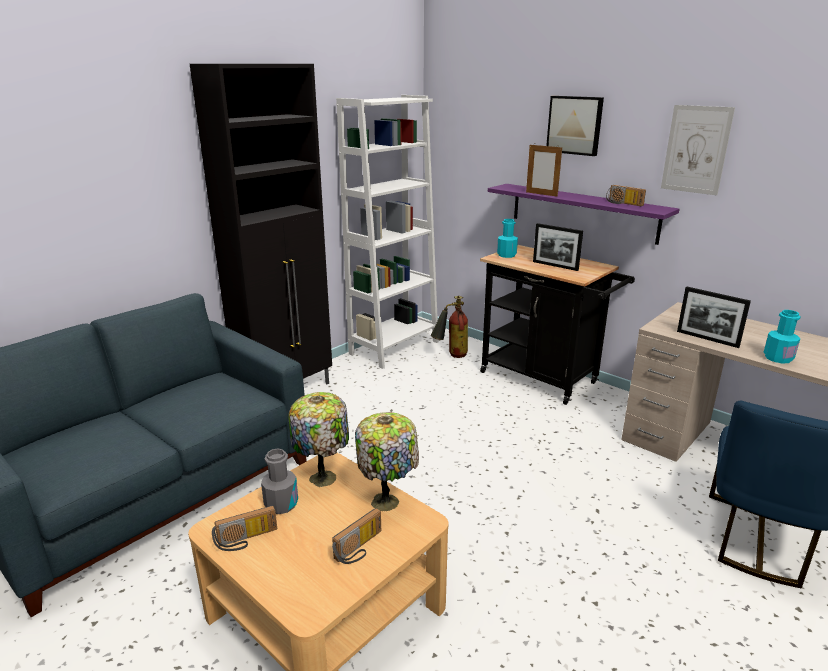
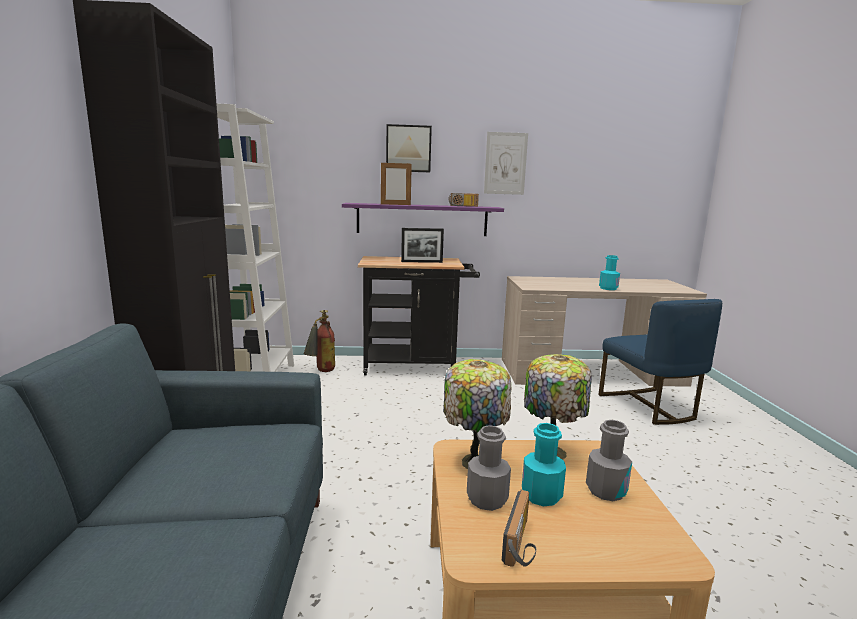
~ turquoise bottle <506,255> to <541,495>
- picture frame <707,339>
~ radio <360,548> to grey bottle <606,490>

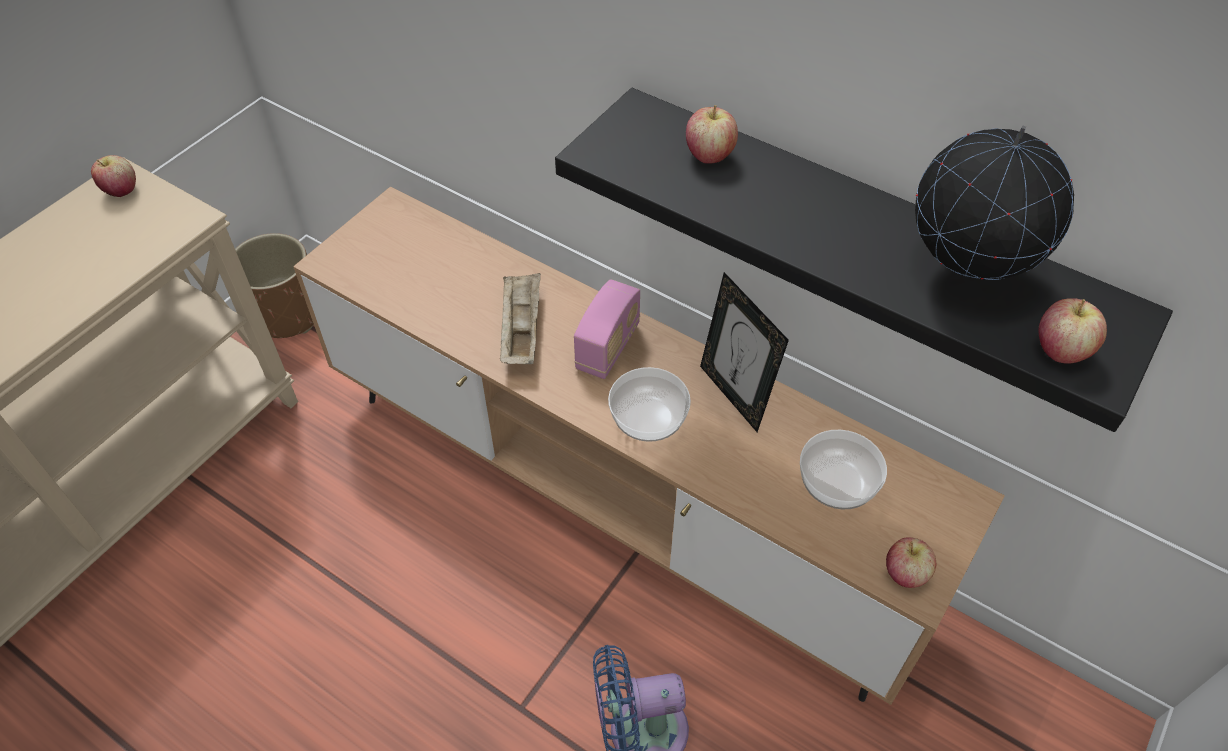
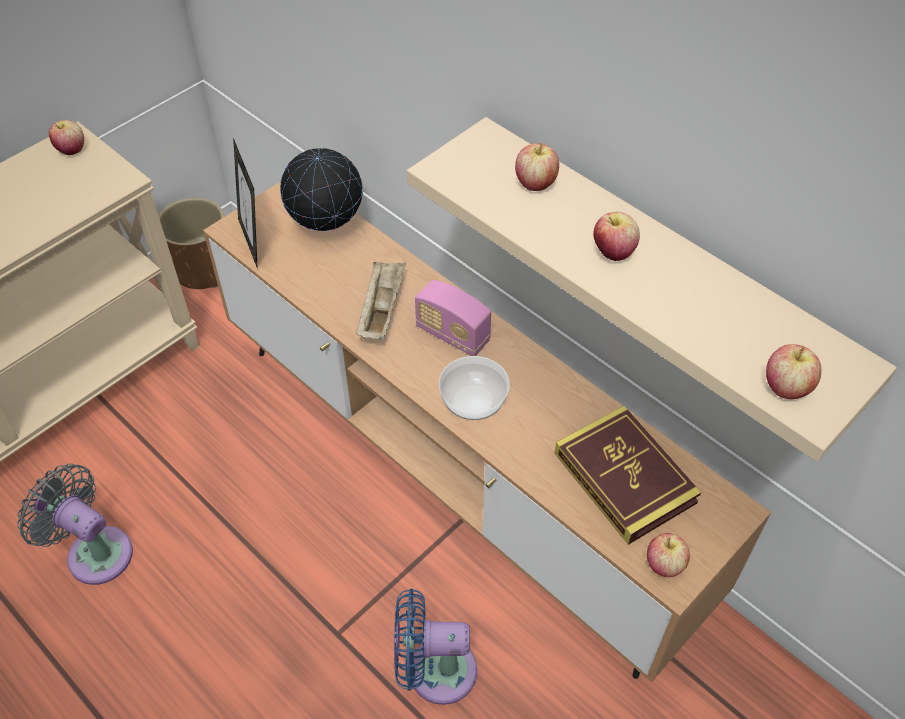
~ black shelf <862,234> to beige shelf <660,266>
~ globe <966,272> to <327,227>
~ picture frame <734,395> to <253,241>
~ radio <608,347> = <452,334> 90 degrees clockwise
~ bowl <837,481> to book <624,478>
+ apple <613,252>
+ grey fan <95,551>

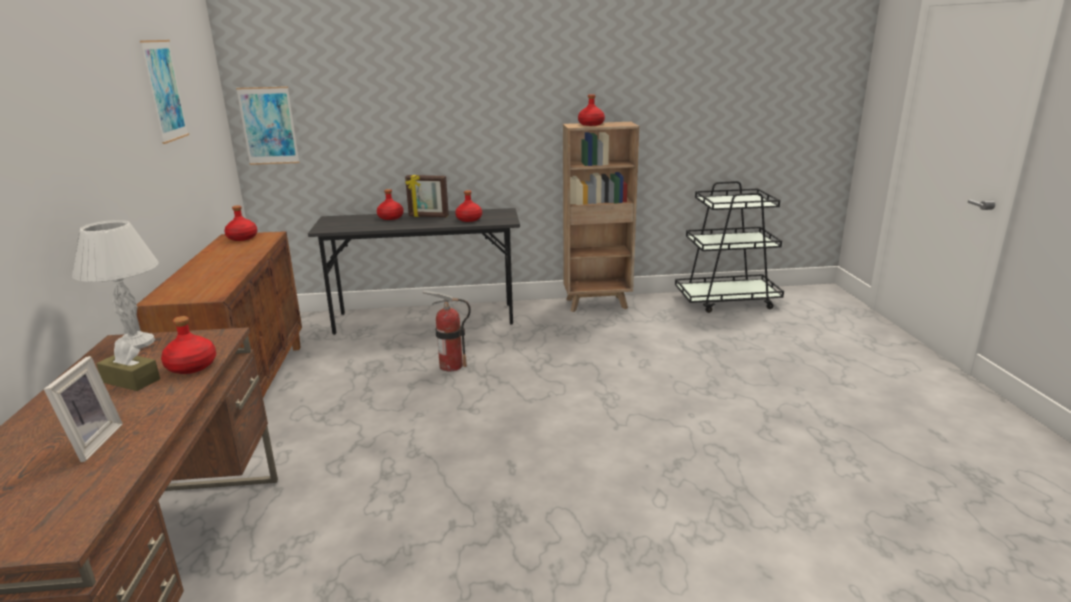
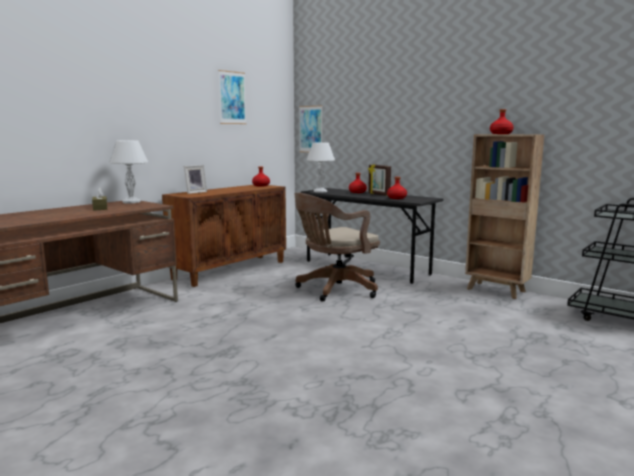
~ fire extinguisher <451,366> to brown office chair <335,289>
- red bottle <191,366>
~ picture frame <90,443> to <195,192>
+ white table lamp <320,191>

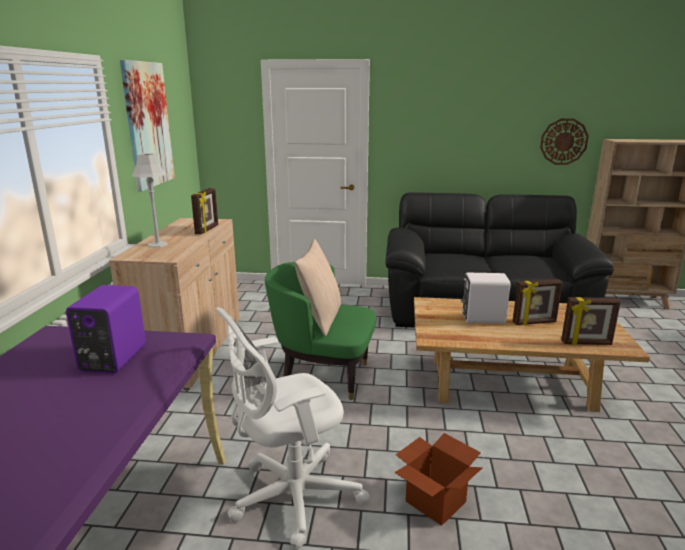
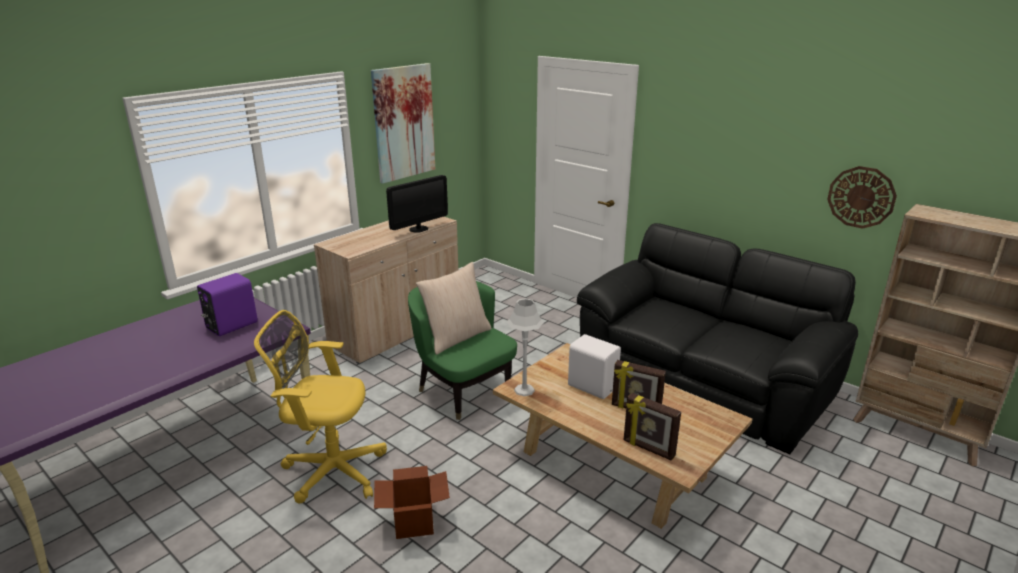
~ grey table lamp <157,245> to <524,390>
~ picture frame <207,230> to monitor <418,229>
~ white office chair <290,498> to yellow office chair <330,470>

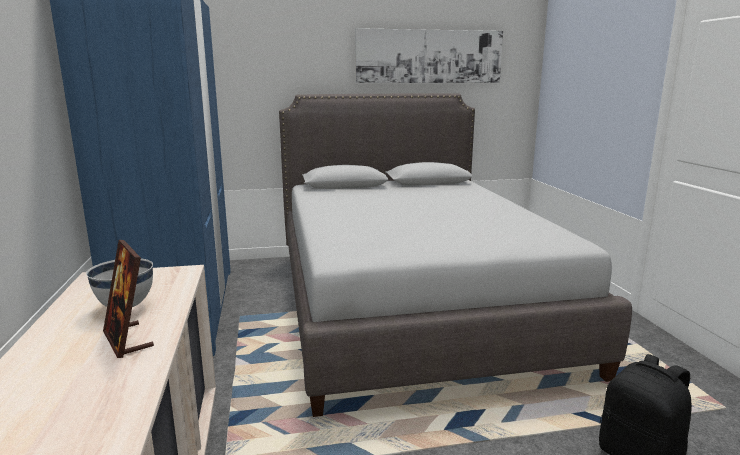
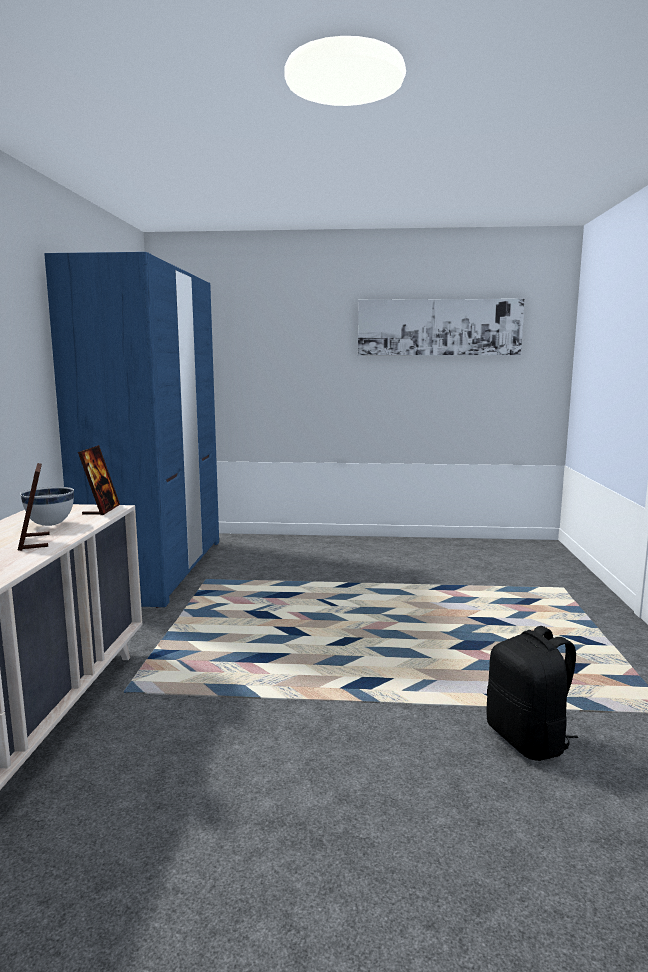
- grey bed <412,304>
+ picture frame <101,510>

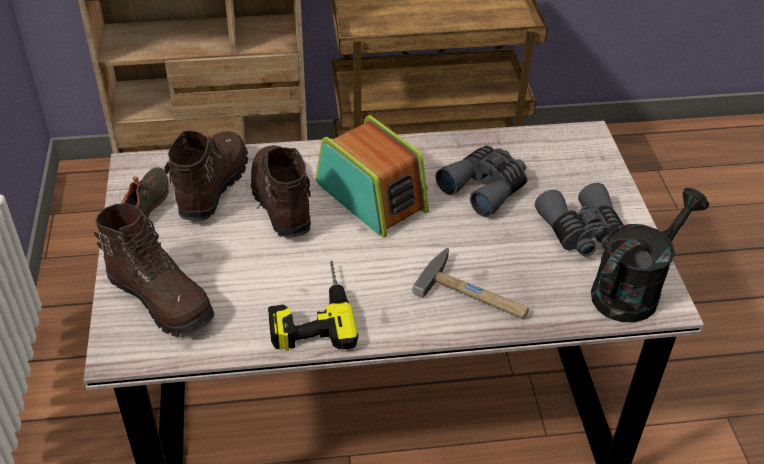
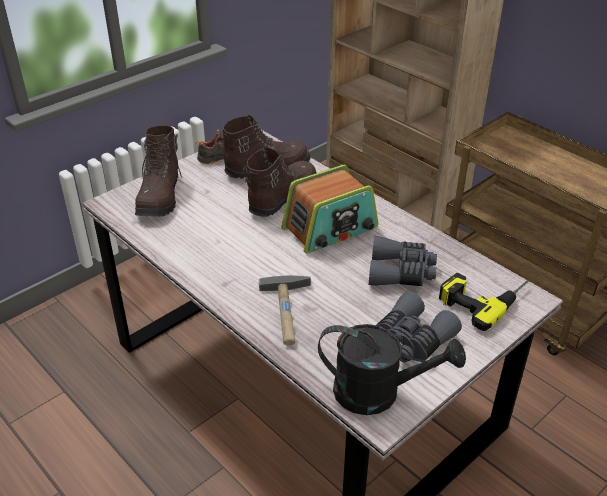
~ radio <372,196> = <330,229> 45 degrees clockwise
~ power drill <310,312> to <483,297>

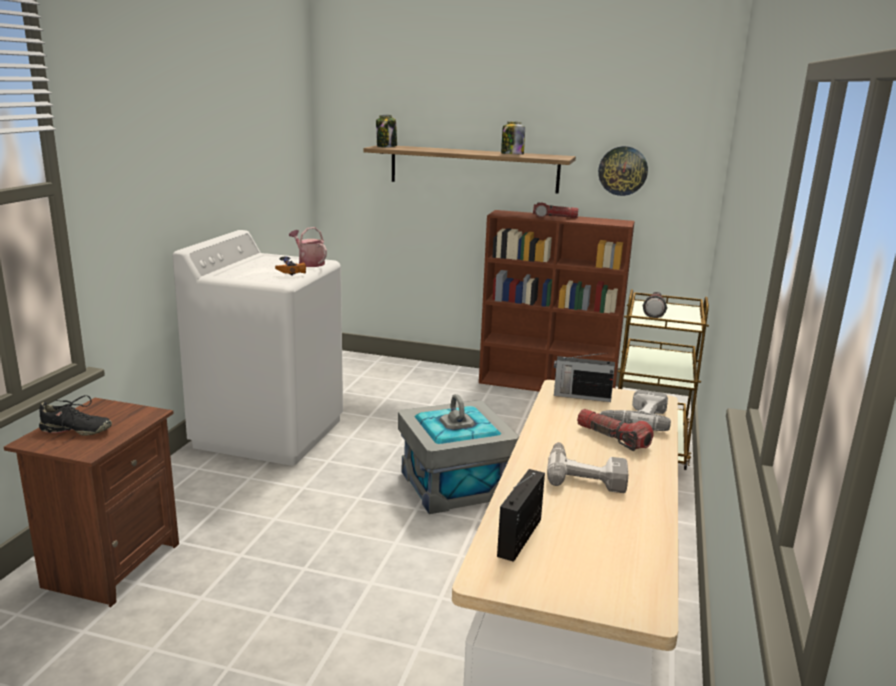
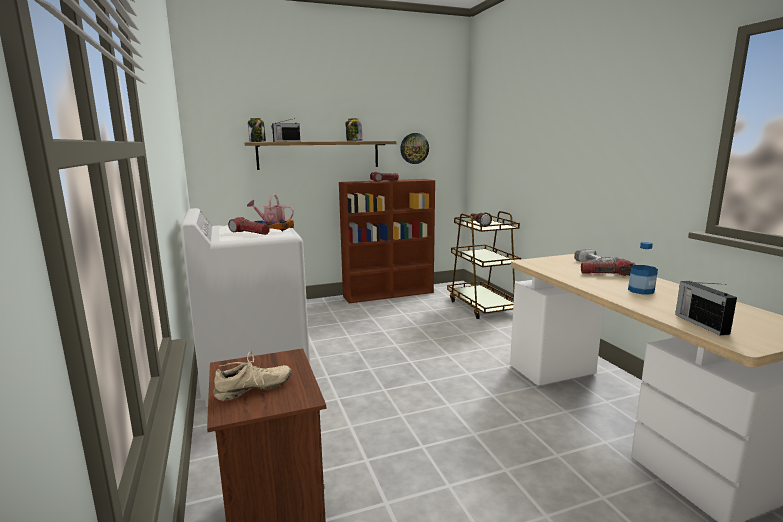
~ radio <581,396> to <286,141>
- grey storage box <455,485>
~ black shoe <76,431> to beige shoe <254,389>
~ power drill <585,474> to bottle <641,290>
+ flashlight <250,233>

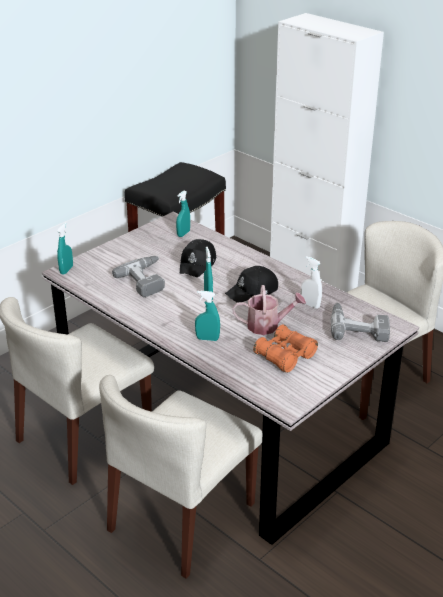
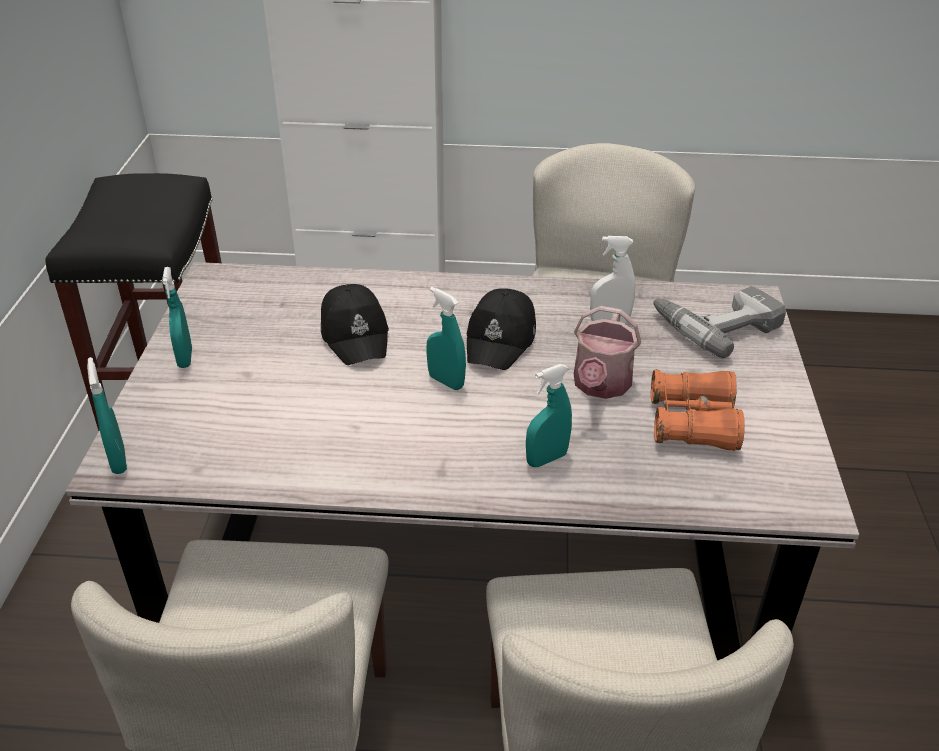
~ turquoise spray bottle <183,234> to <185,358>
- power drill <147,280>
~ watering can <267,325> = <600,386> 150 degrees clockwise

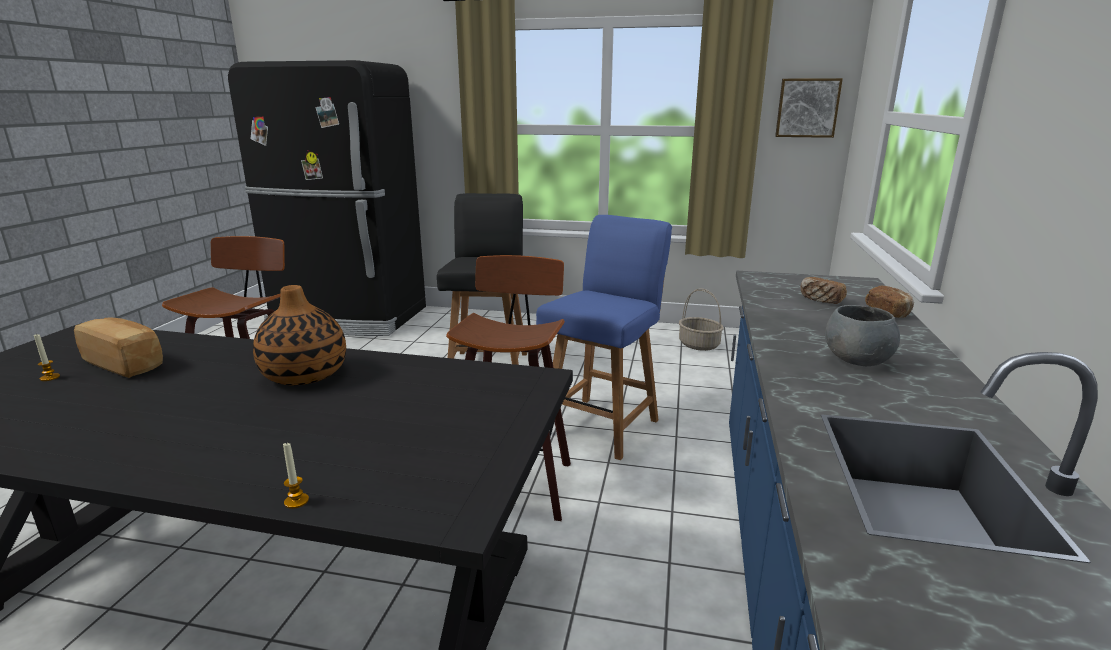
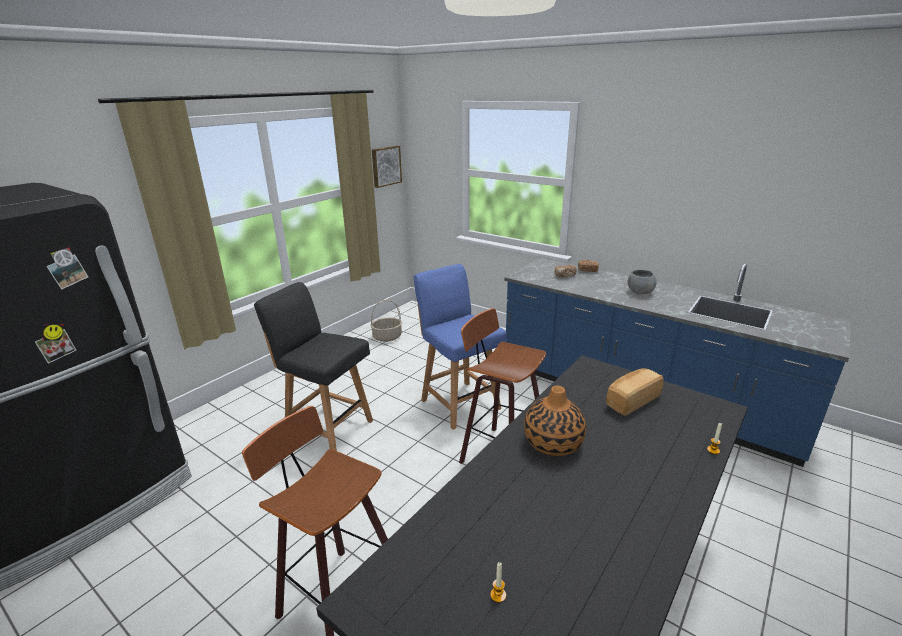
~ bread <125,363> to <631,401>

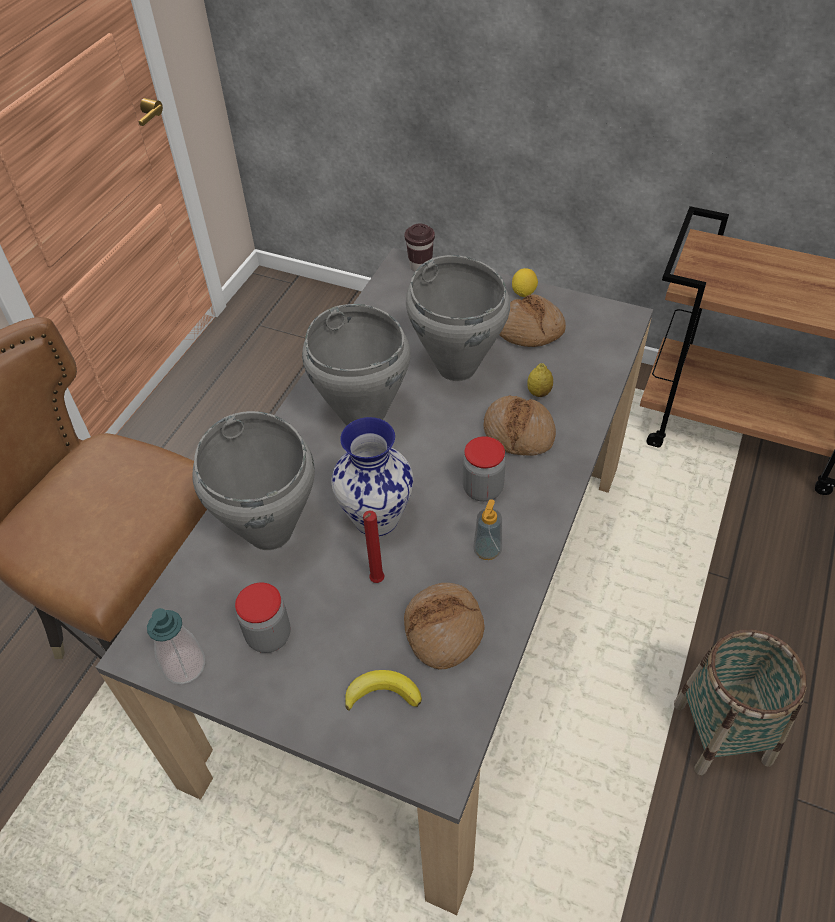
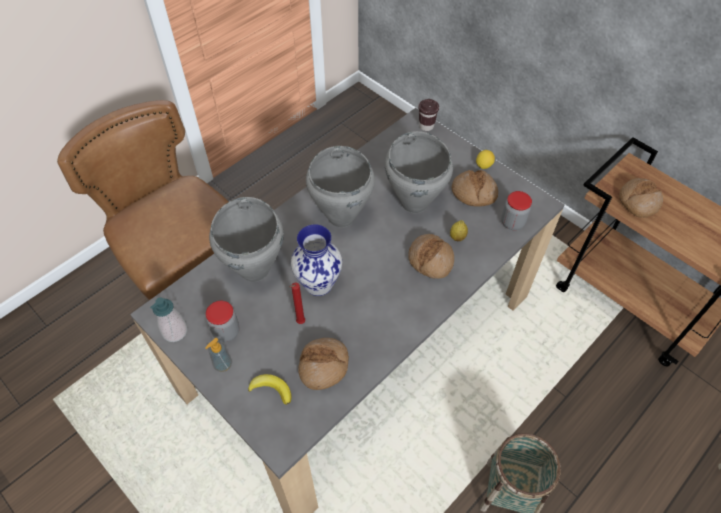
~ jar <482,489> to <512,222>
~ soap dispenser <487,550> to <223,364>
+ bread <638,201>

